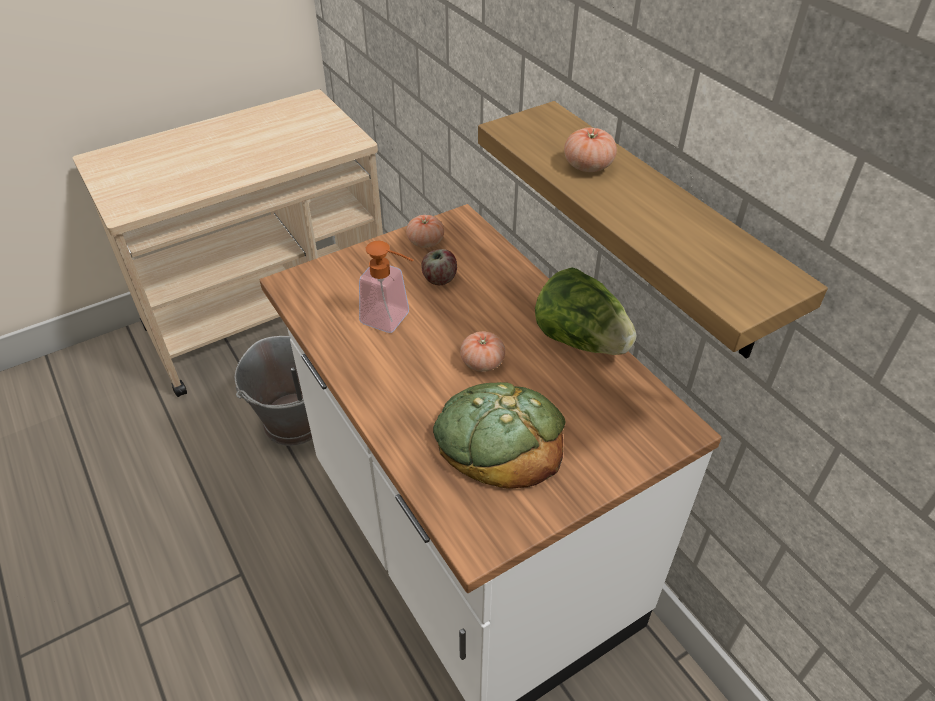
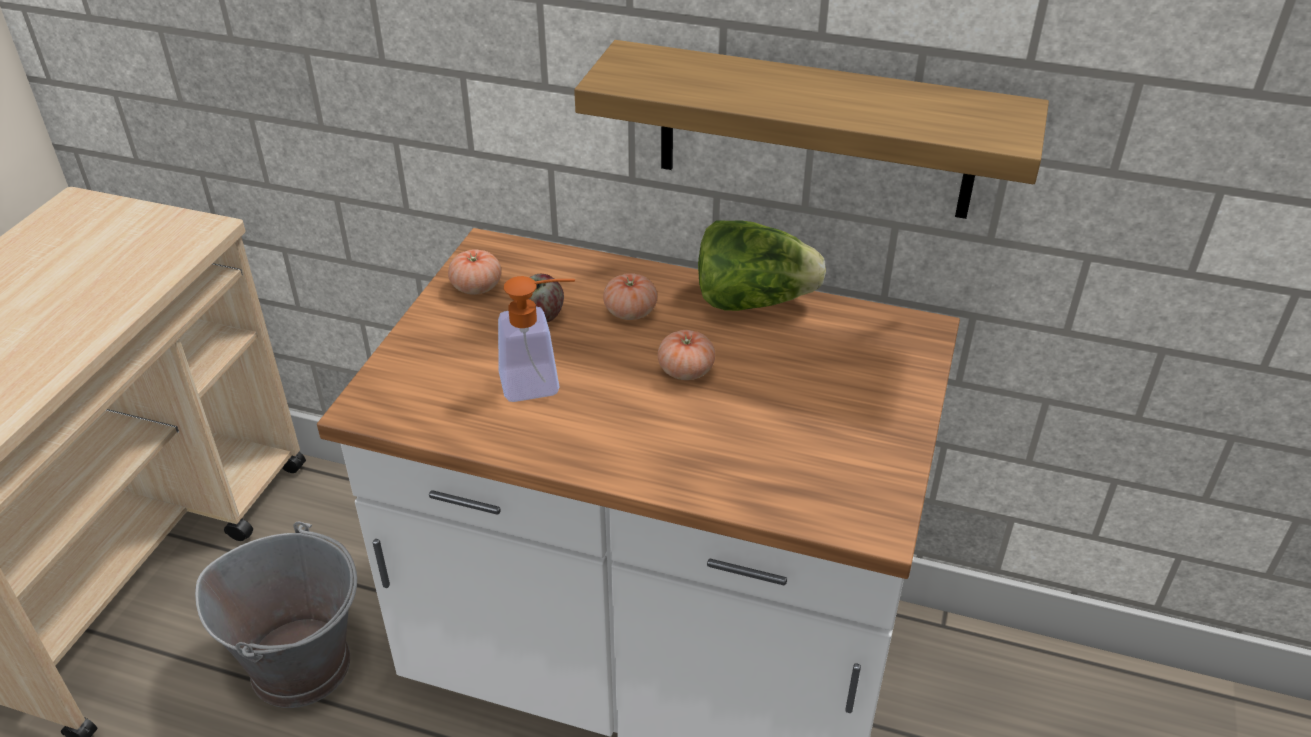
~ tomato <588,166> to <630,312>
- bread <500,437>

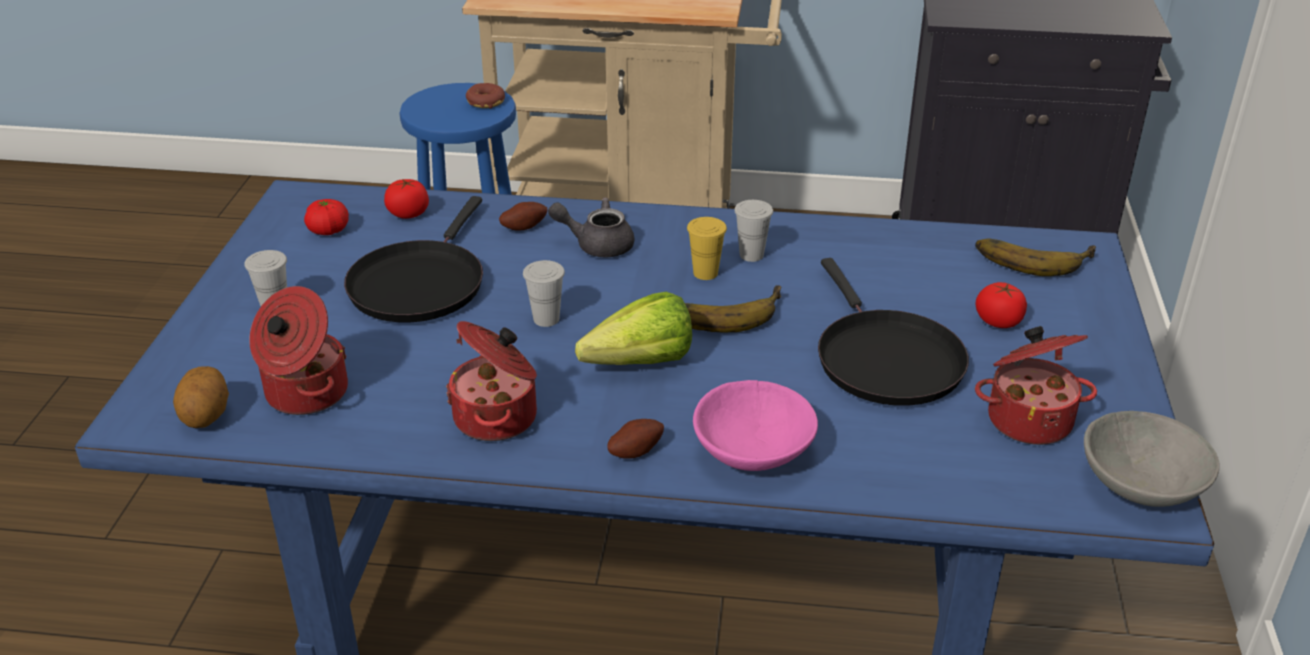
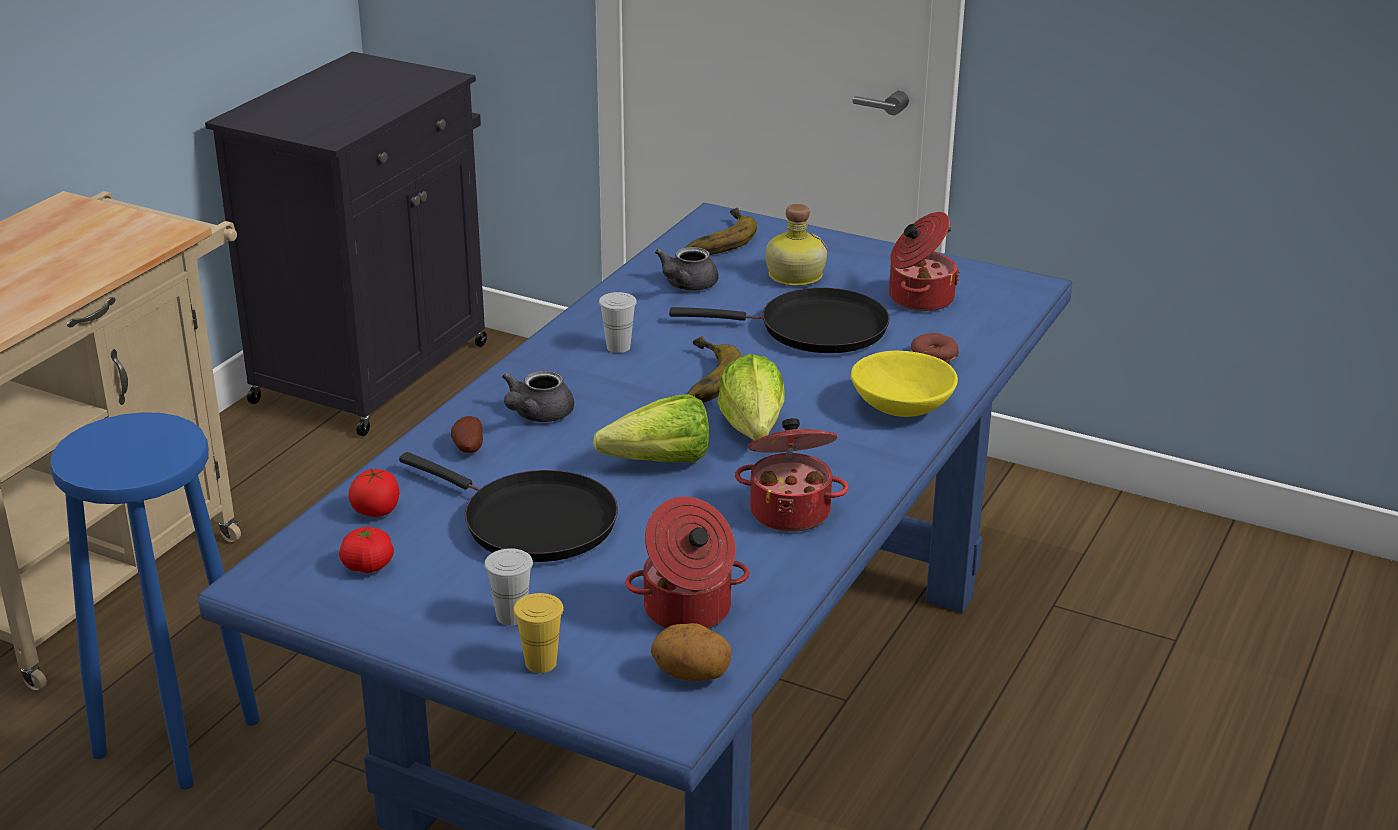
~ donut <485,102> to <933,356>
~ yellow cup <705,273> to <541,663>
~ white cup <546,319> to lettuce <650,463>
~ tomato <998,321> to bottle <793,275>
~ pink bowl <754,452> to yellow bowl <902,407>
- grey bowl <1141,485>
- potato <634,451>
+ grey teapot <686,286>

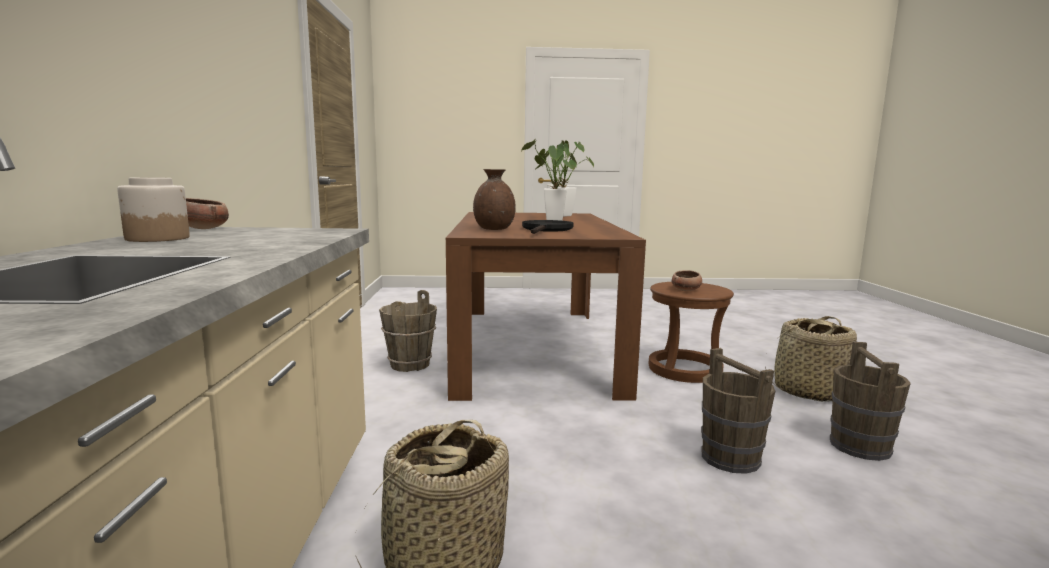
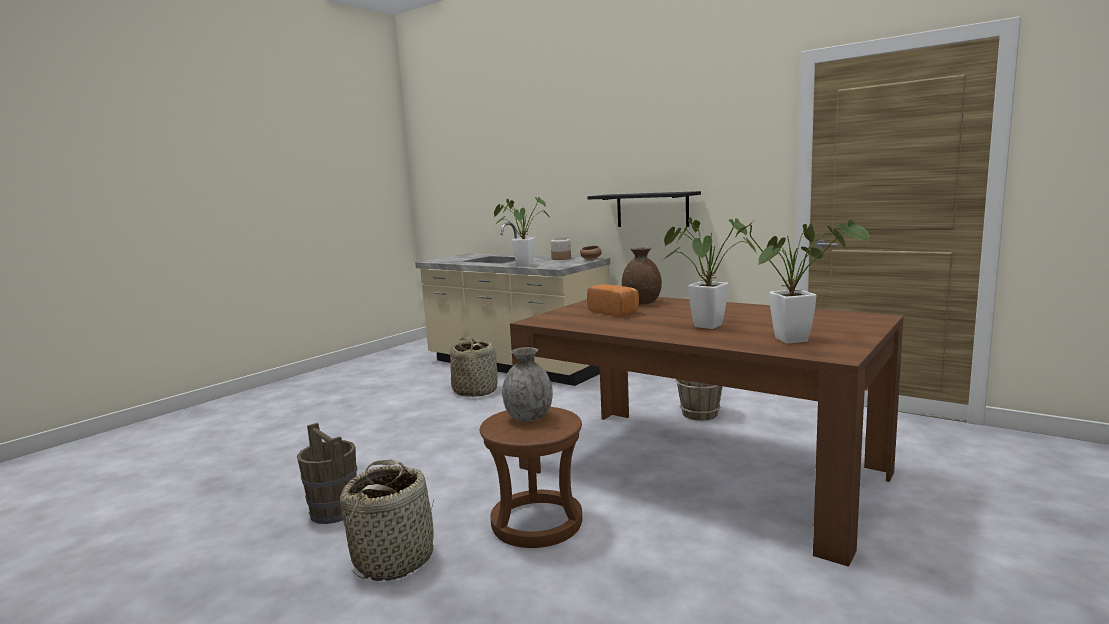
~ black frying pan <546,230> to bread <615,312>
~ bowl <686,290> to grey vase <528,418>
- brown bucket <730,458>
+ black shelf <652,210>
+ potted plant <521,265>

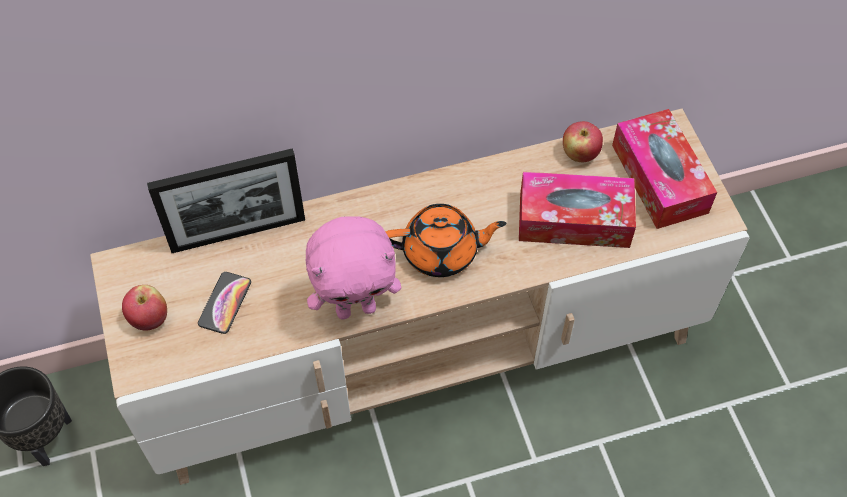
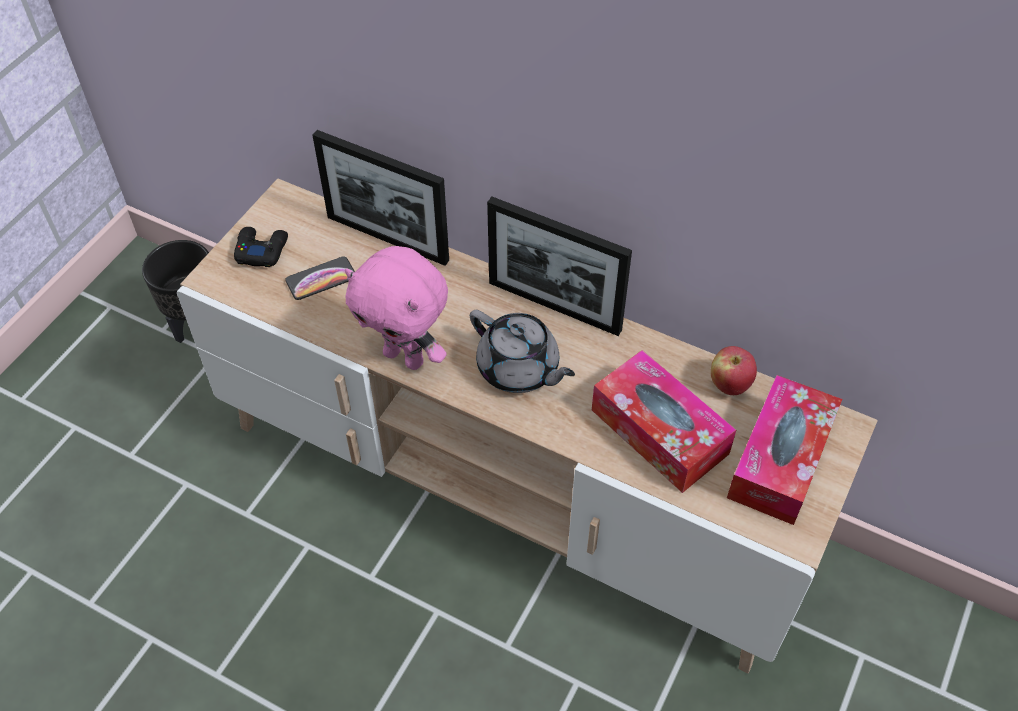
~ orange teapot <442,252> to grey teapot <519,369>
~ apple <149,319> to black game controller <261,250>
+ picture frame <554,306>

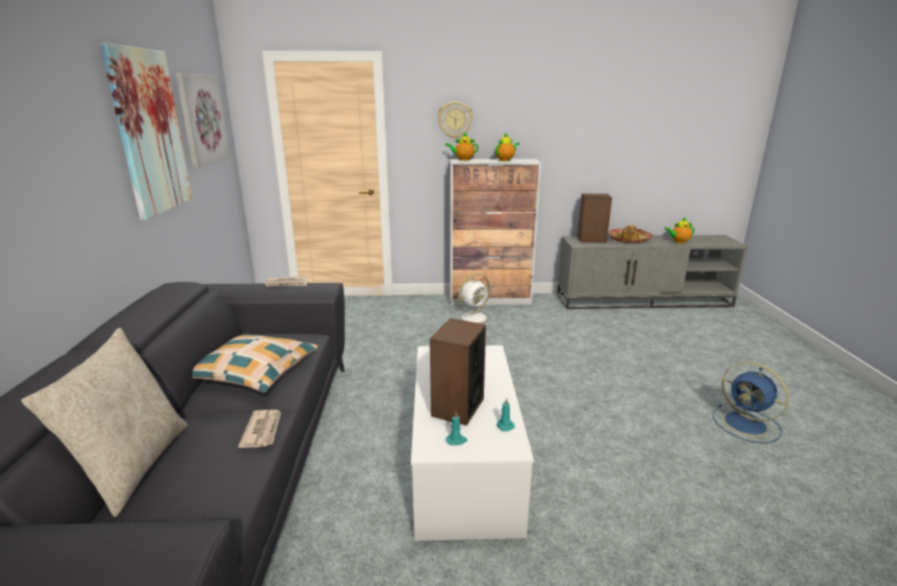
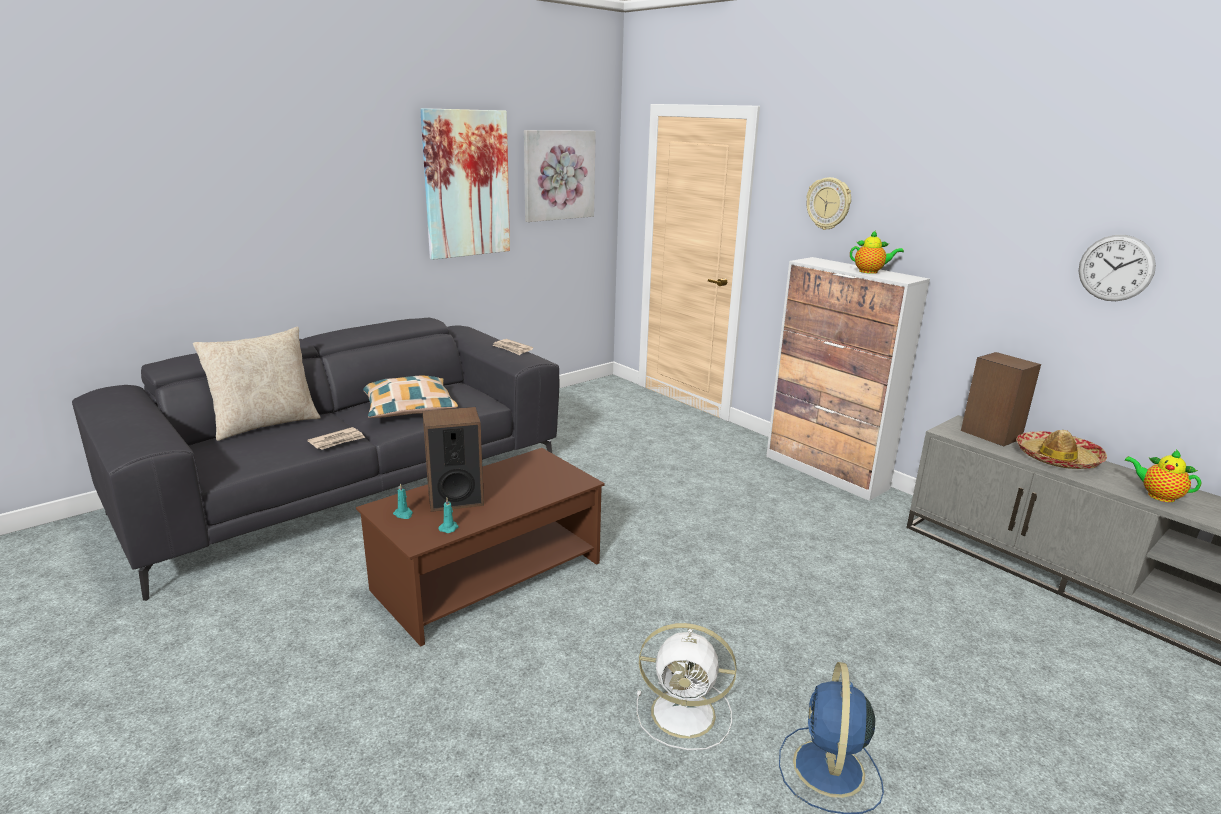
- teapot <463,159>
~ white fan <474,317> to <686,714>
~ white coffee table <464,463> to brown coffee table <489,575>
+ wall clock <1116,268>

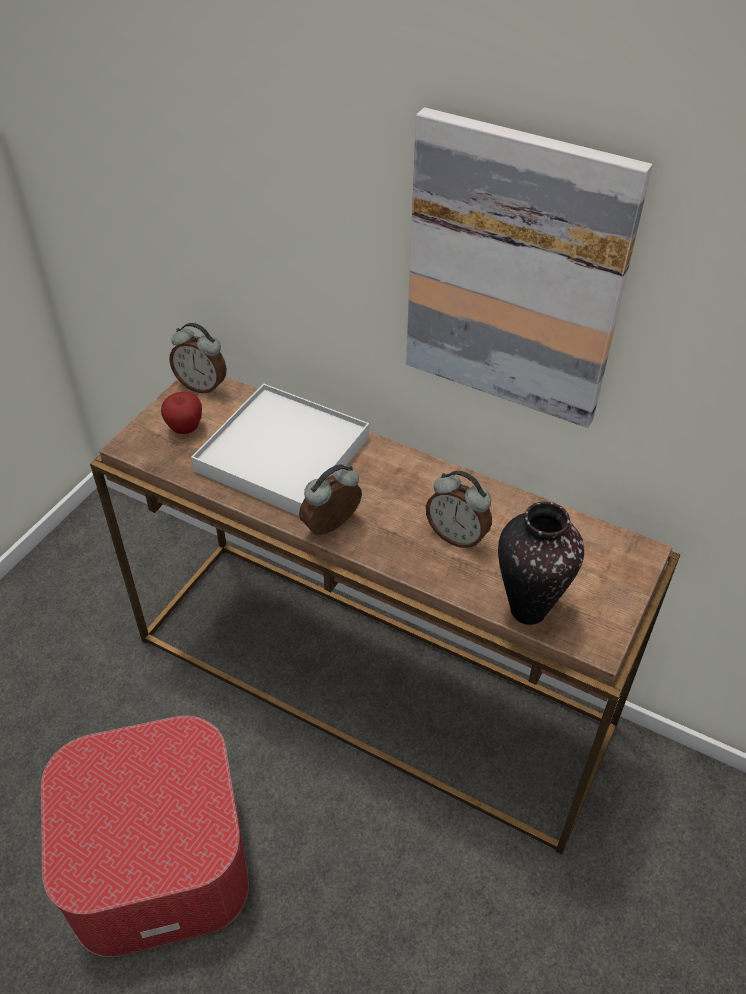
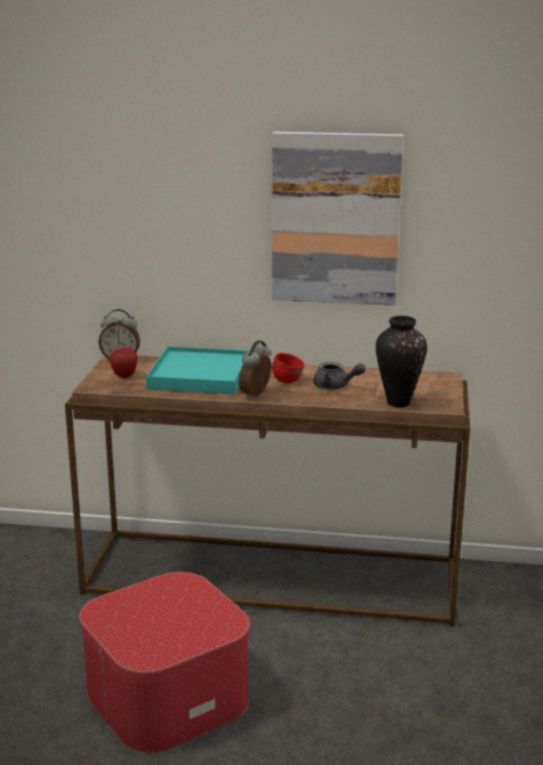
~ white tray <282,454> to turquoise tray <199,376>
~ alarm clock <457,536> to grey teapot <335,386>
+ red mug <289,380>

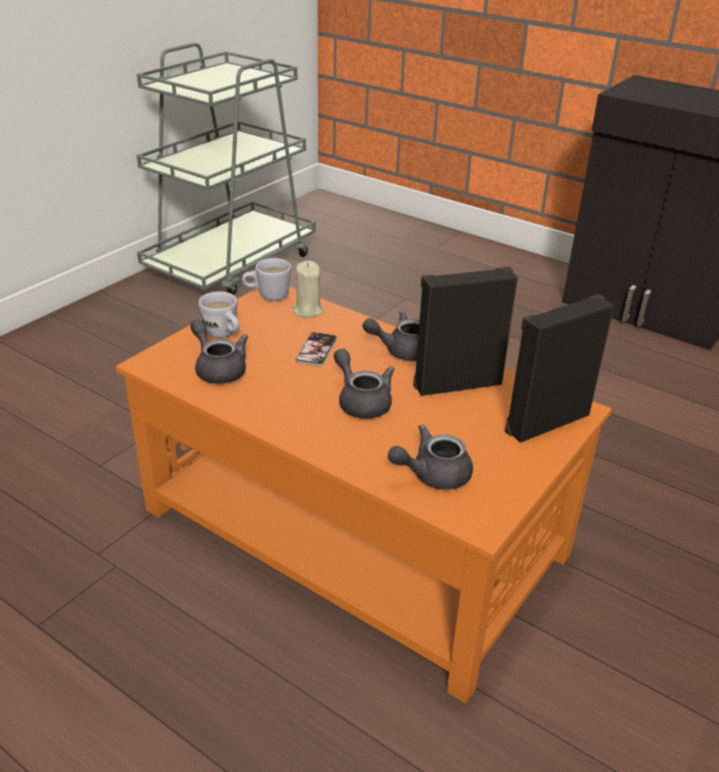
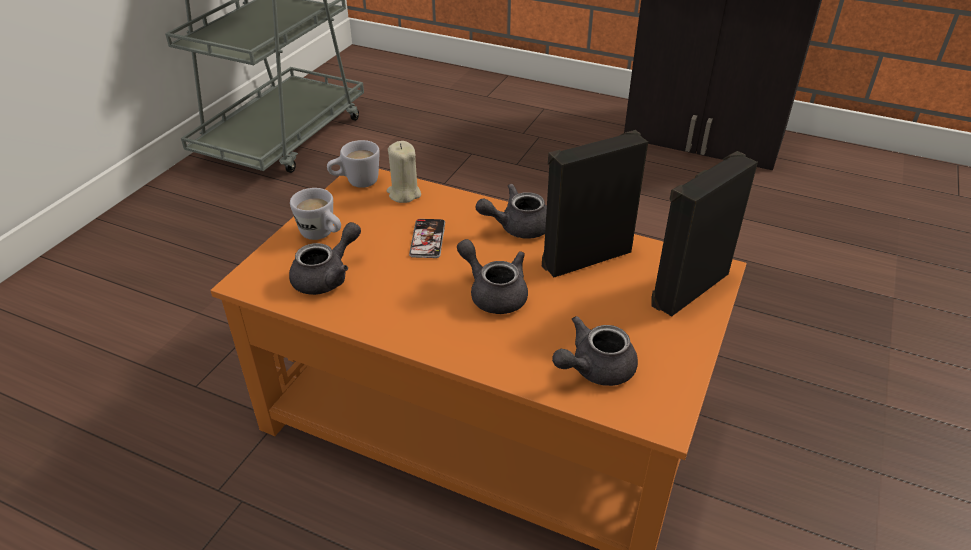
~ grey teapot <218,368> = <327,276> 90 degrees clockwise

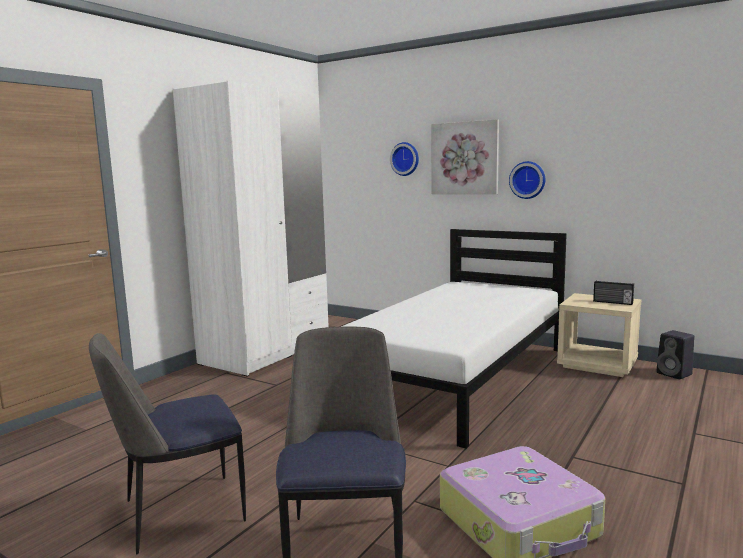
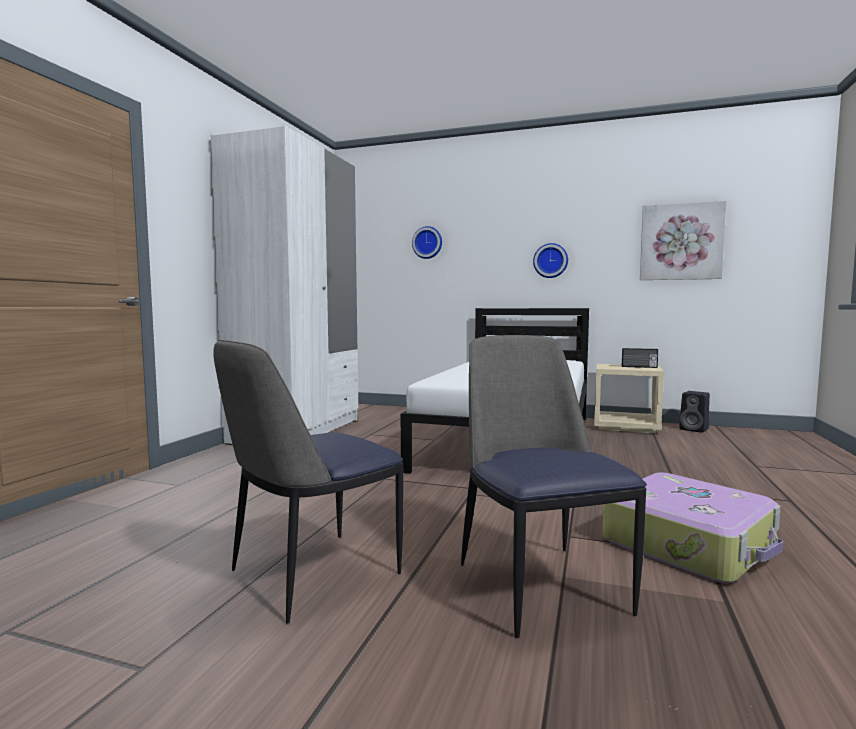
~ picture <465,158> to <681,242>

